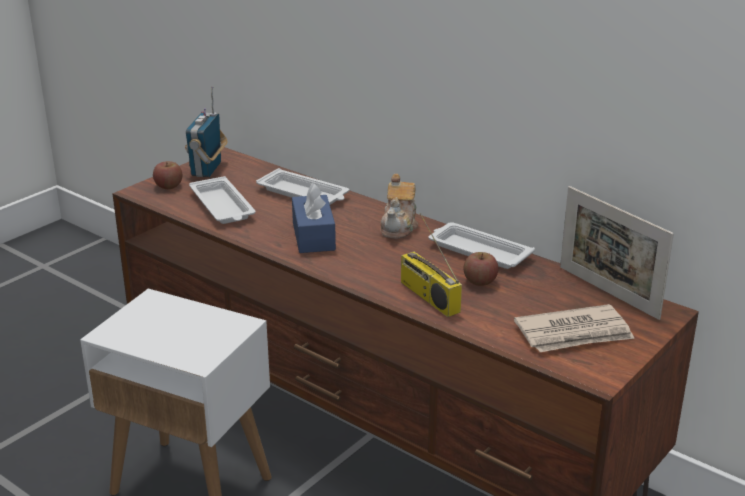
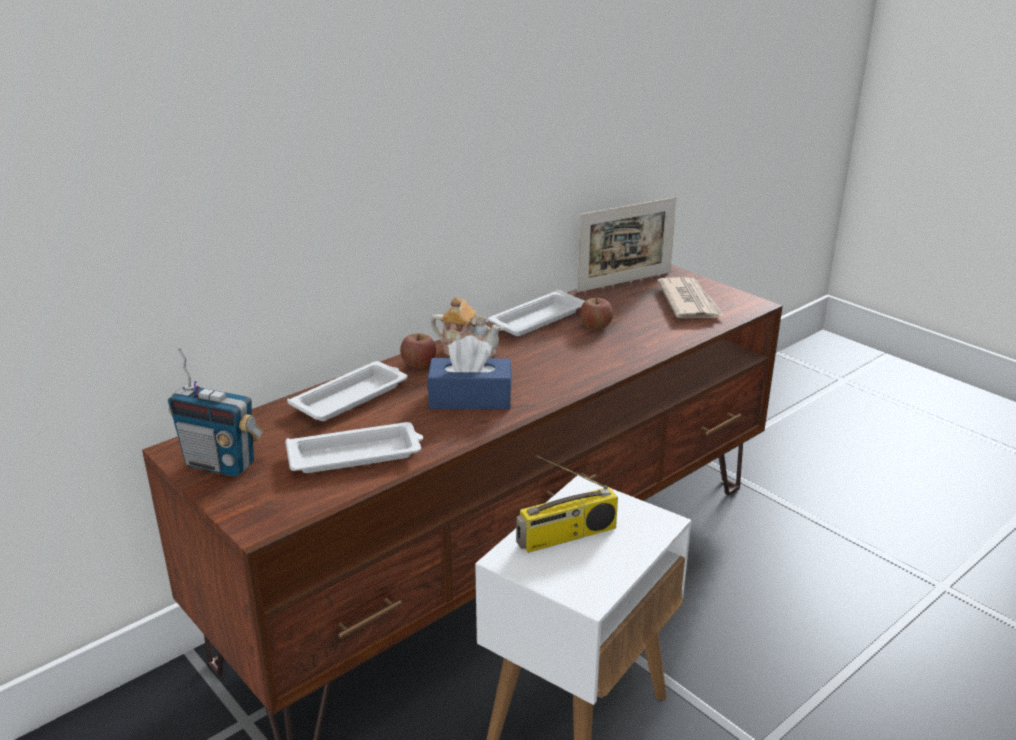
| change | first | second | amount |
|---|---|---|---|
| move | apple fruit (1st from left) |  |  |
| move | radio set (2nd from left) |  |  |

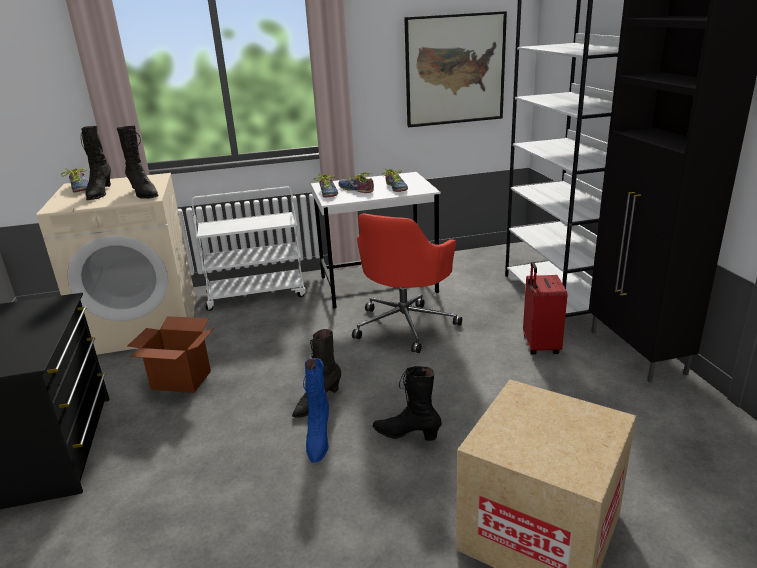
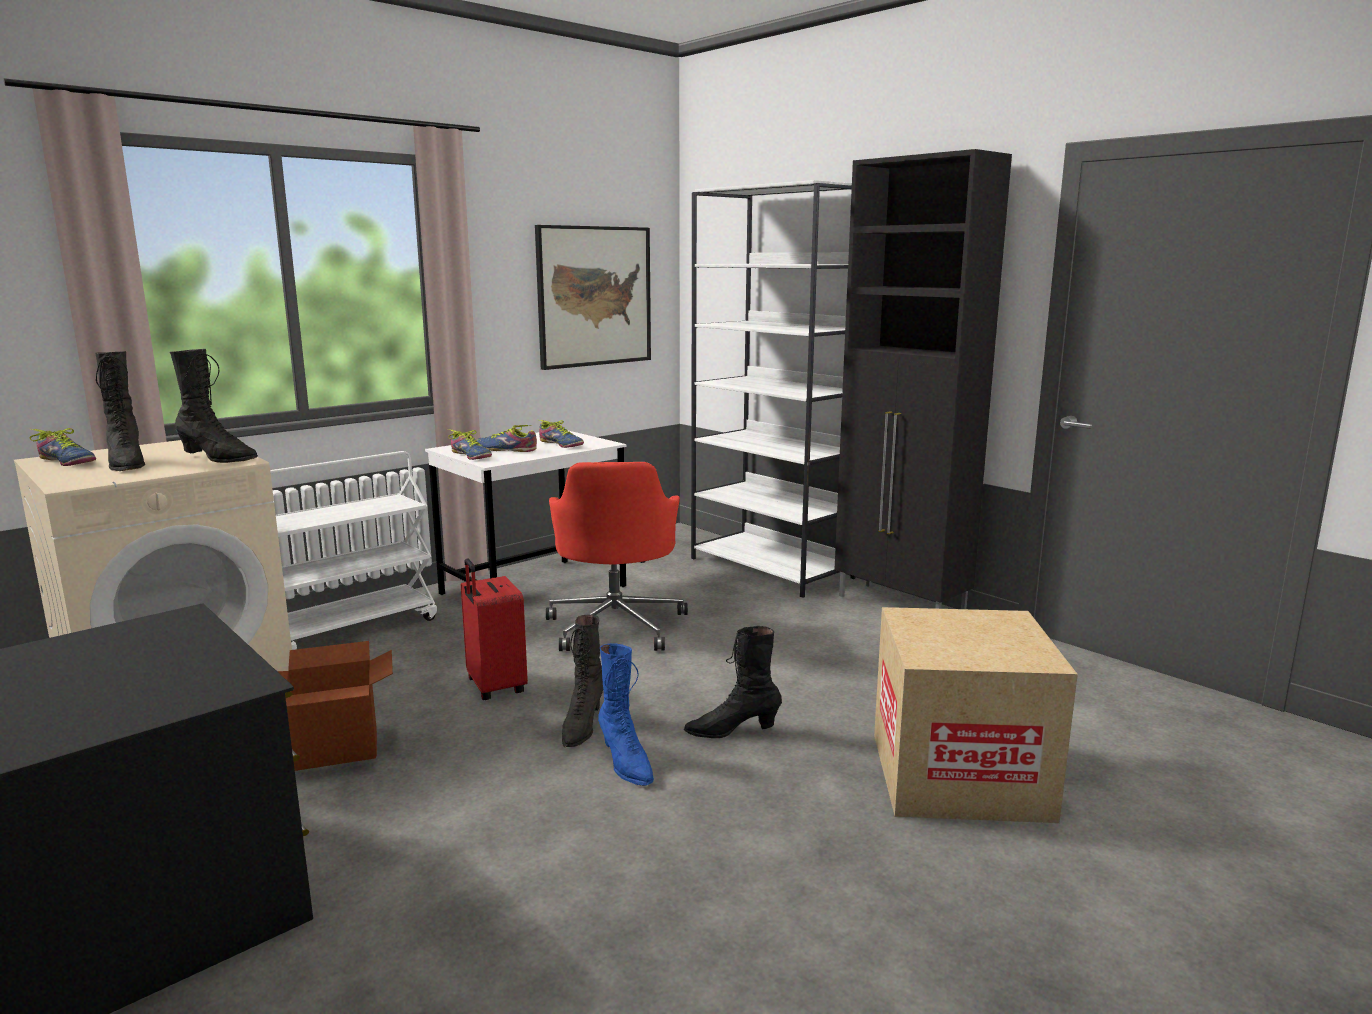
| change | first | second | amount |
|---|---|---|---|
| move | red-coloured travel case |  |  |

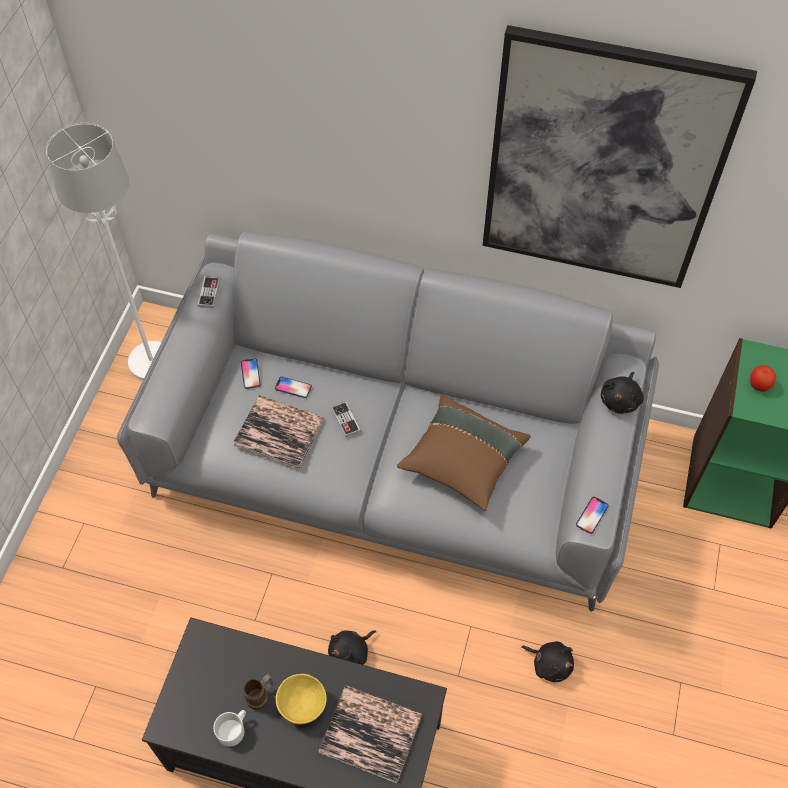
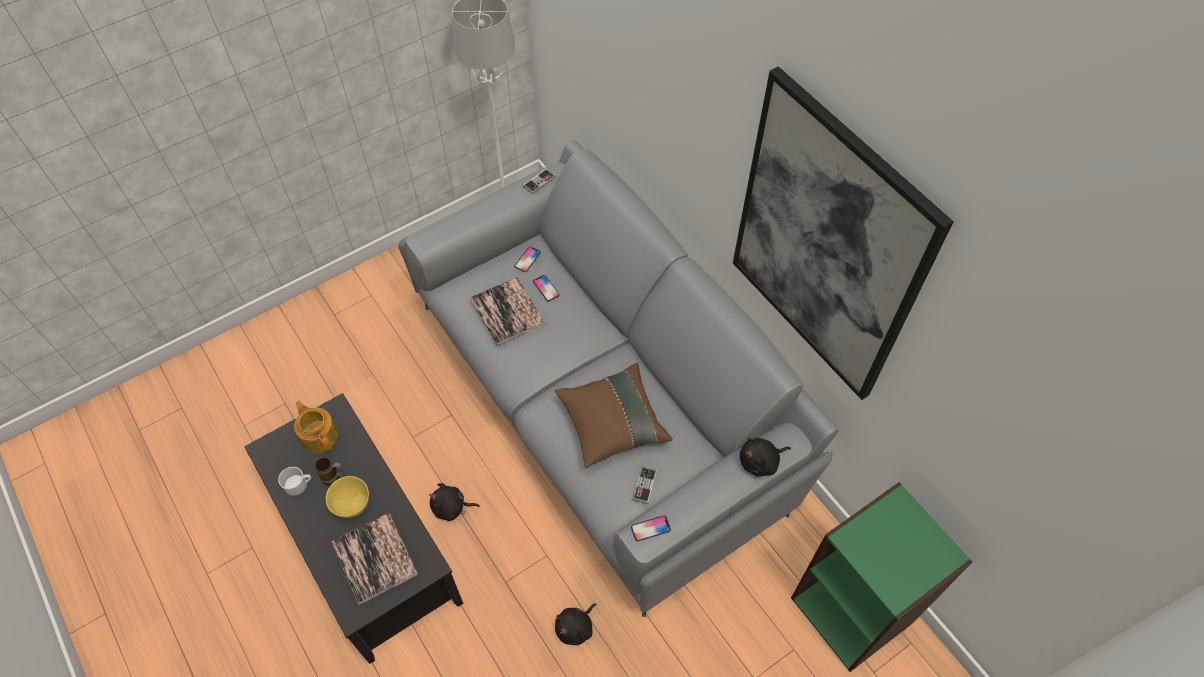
| change | first | second | amount |
|---|---|---|---|
| move | gamepad (2nd from left) |  |  |
| rotate | black-coloured plush toy (2nd from left) |  | 60 degrees clockwise |
| delete | apple fruit |  |  |
| insert |  | teapot |  |

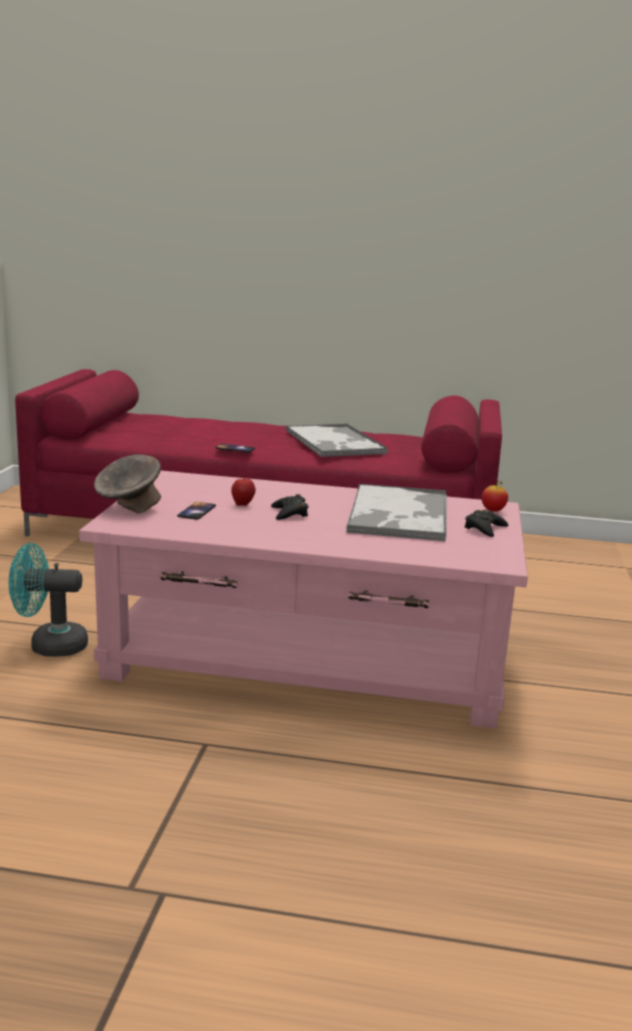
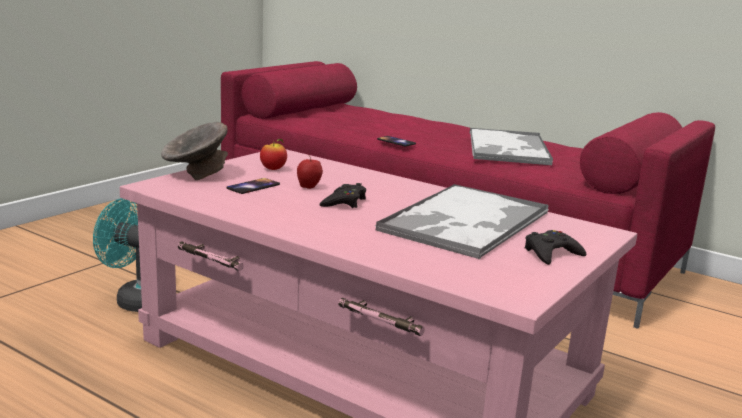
| change | first | second | amount |
|---|---|---|---|
| move | apple fruit (2nd from left in the first image) | apple fruit (1st from left) |  |

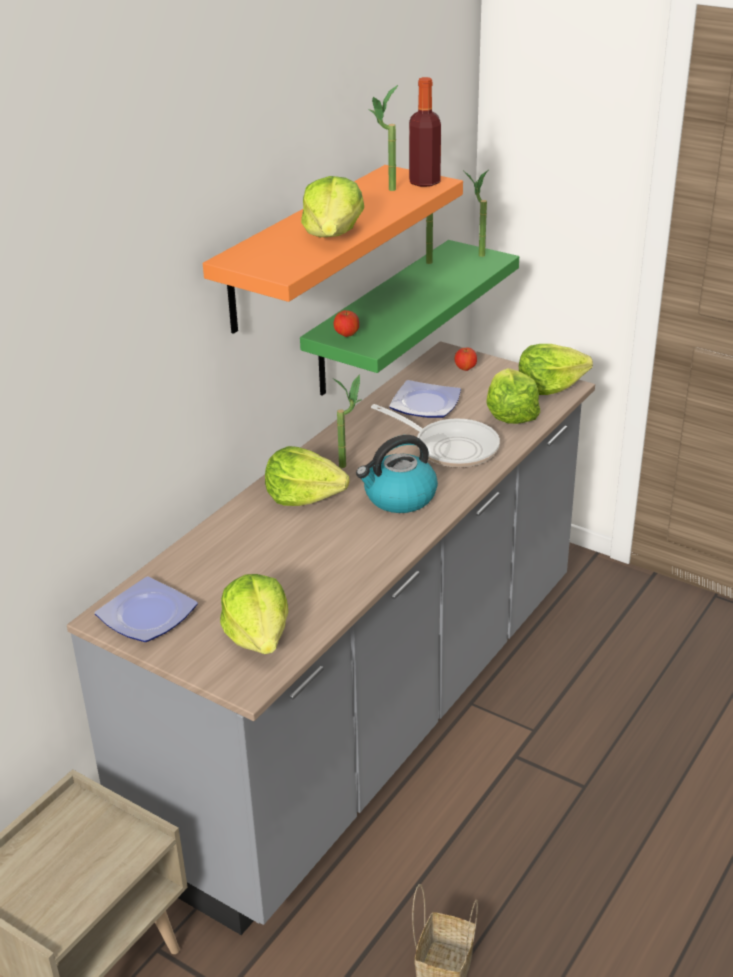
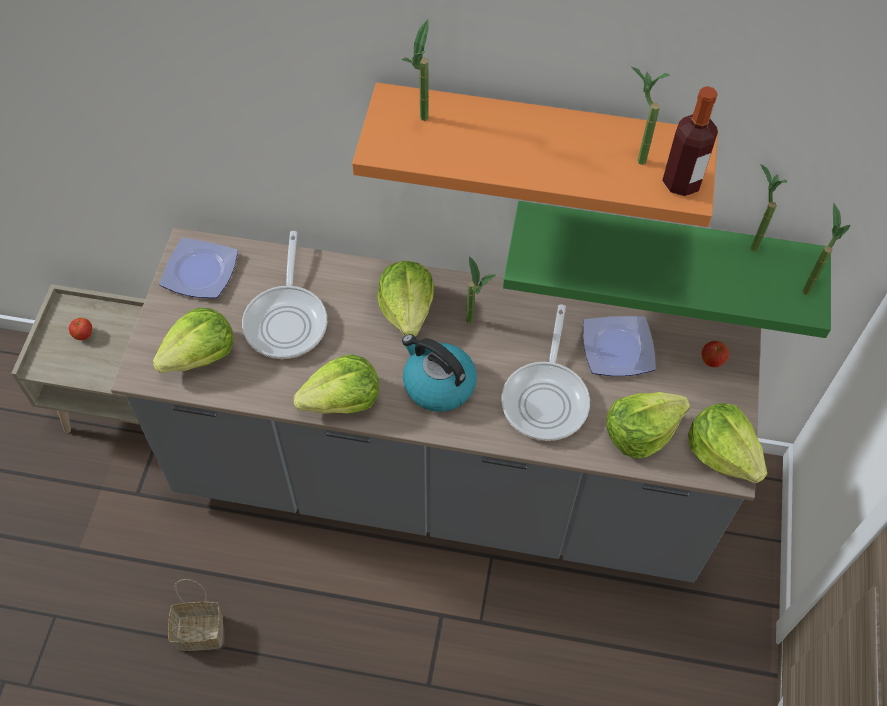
| change | first | second | amount |
|---|---|---|---|
| move | lettuce (3rd from left in the first image) | lettuce (2nd from left) |  |
| move | apple fruit (1st from left) |  |  |
| insert |  | pan (1st from left) |  |
| insert |  | houseplant (1st from left) |  |

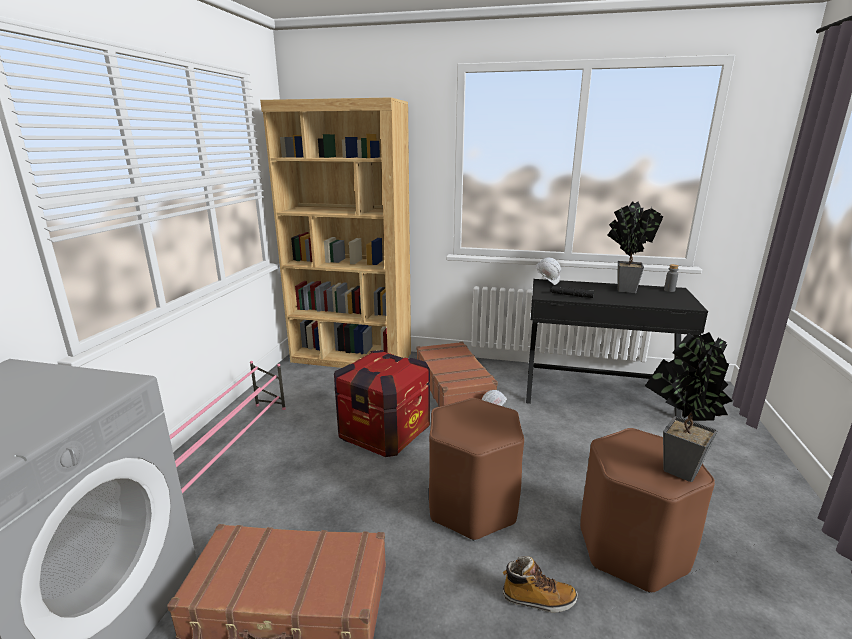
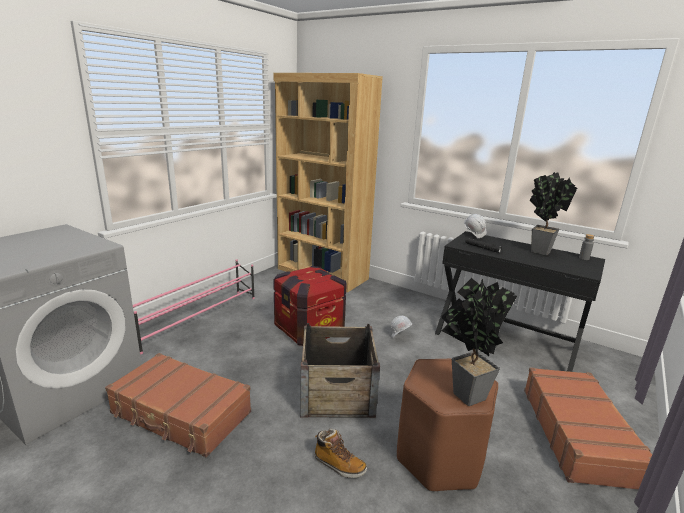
| change | first | second | amount |
|---|---|---|---|
| move | brown-coloured travel case (2nd from left) |  |  |
| replace | brown-coloured stool seat (1st from left) | crate (2nd from left) |  |

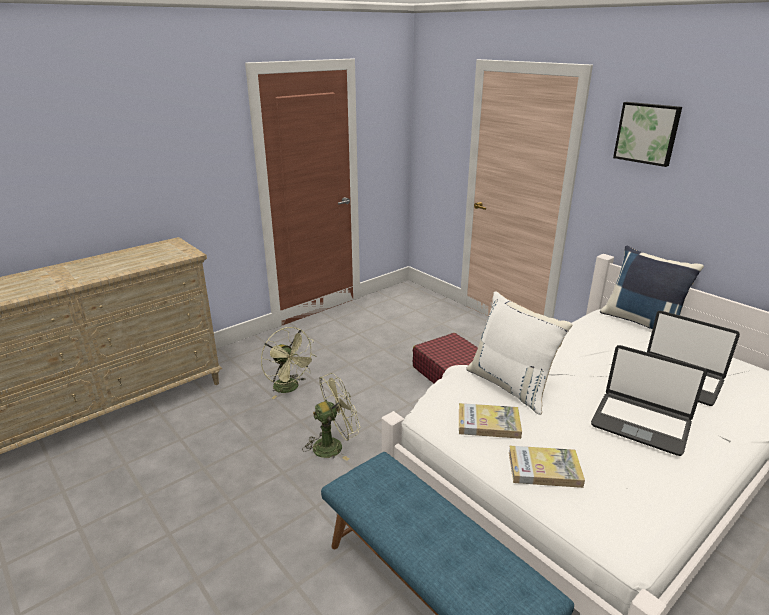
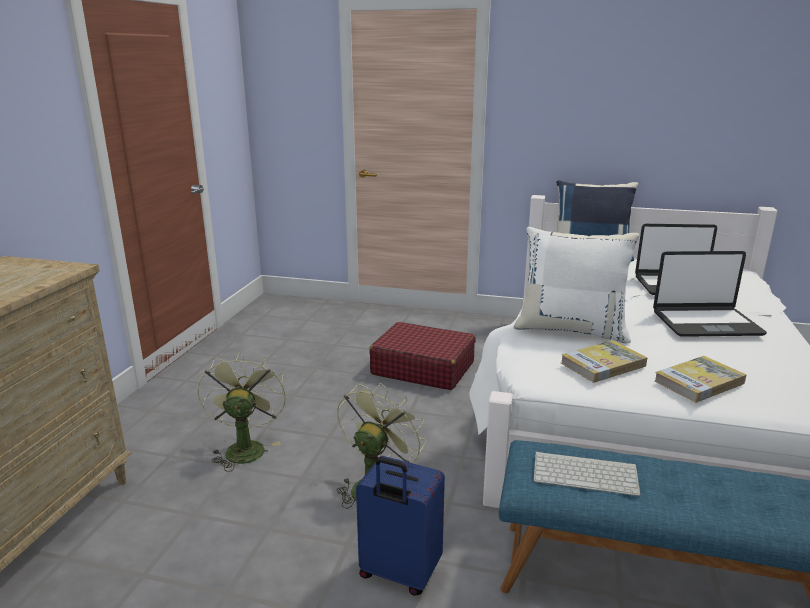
| change | first | second | amount |
|---|---|---|---|
| rotate | greenish fan (1st from left) |  | 105 degrees counterclockwise |
| delete | picture |  |  |
| insert |  | blue-coloured travel case |  |
| insert |  | keyboard |  |

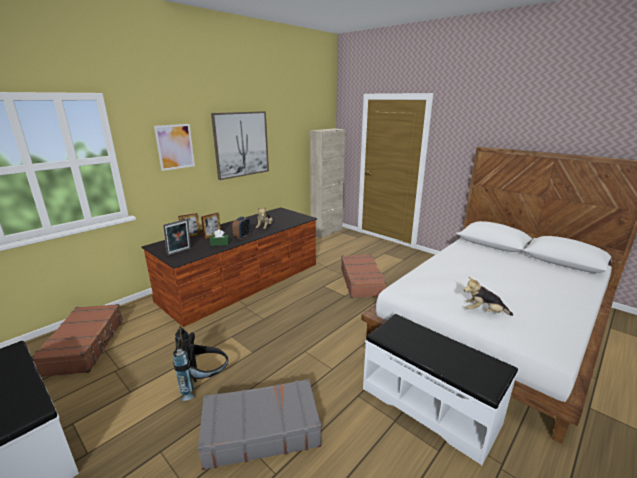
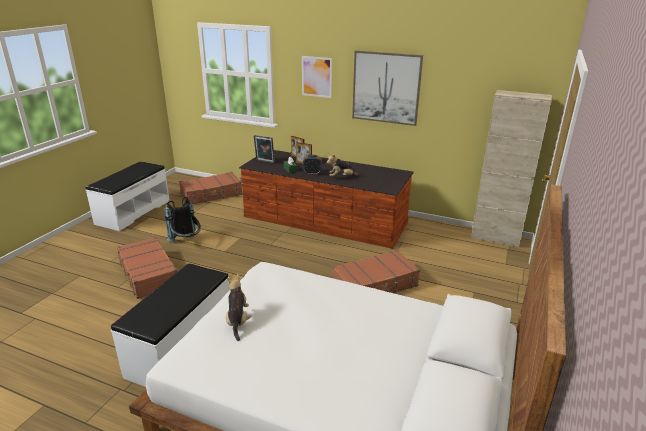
| change | first | second | amount |
|---|---|---|---|
| recolor | grey travel case | brown-coloured travel case (1st from left) |  |

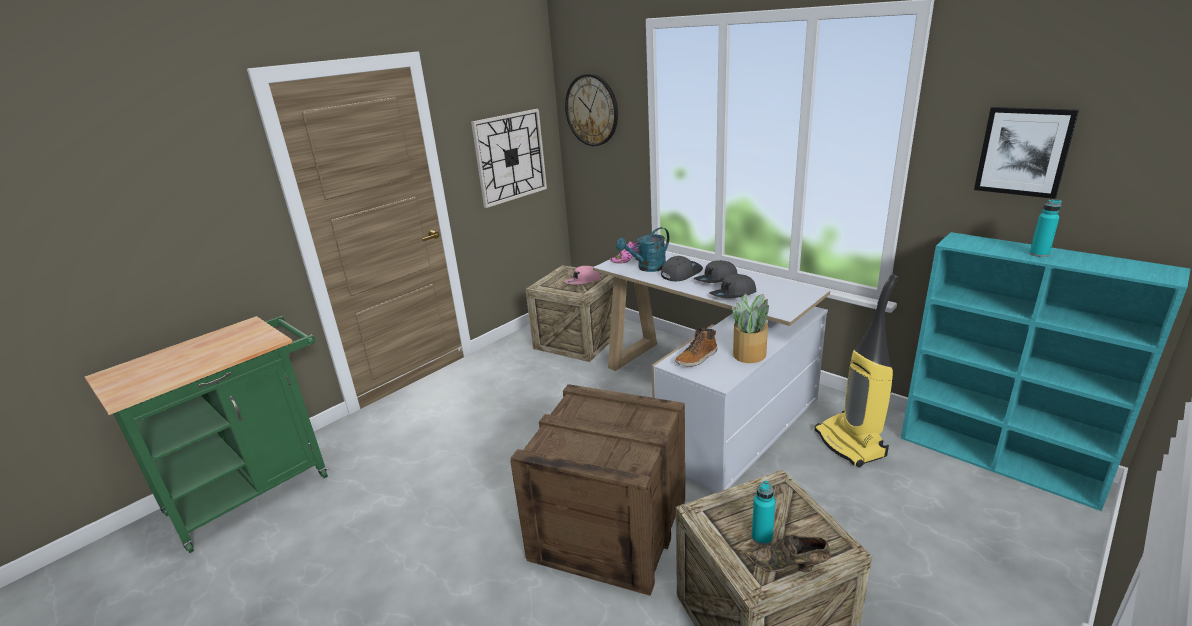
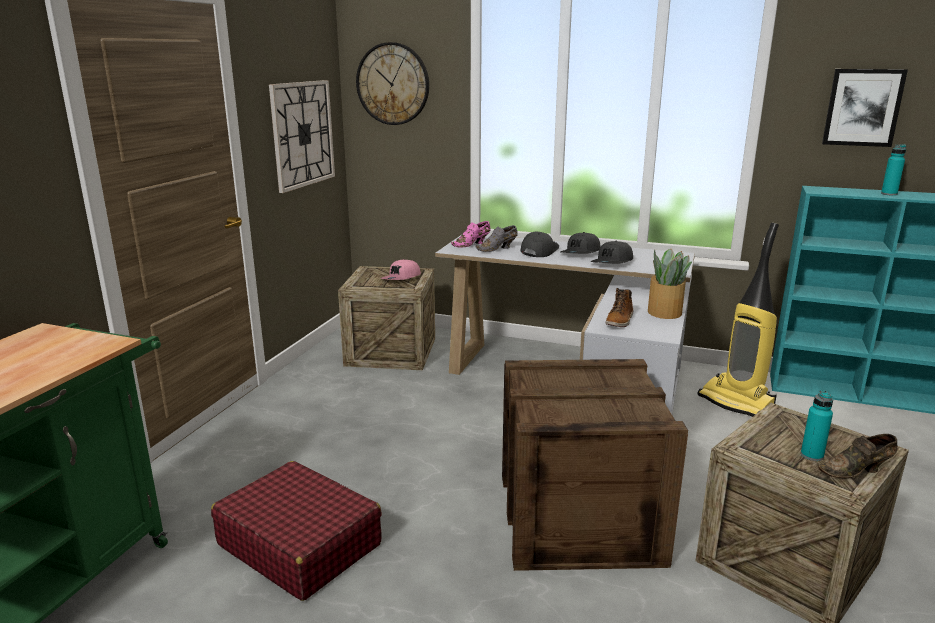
| change | first | second | amount |
|---|---|---|---|
| replace | turquoise-coloured watering pot | grey item of footwear |  |
| insert |  | red-coloured travel case |  |

